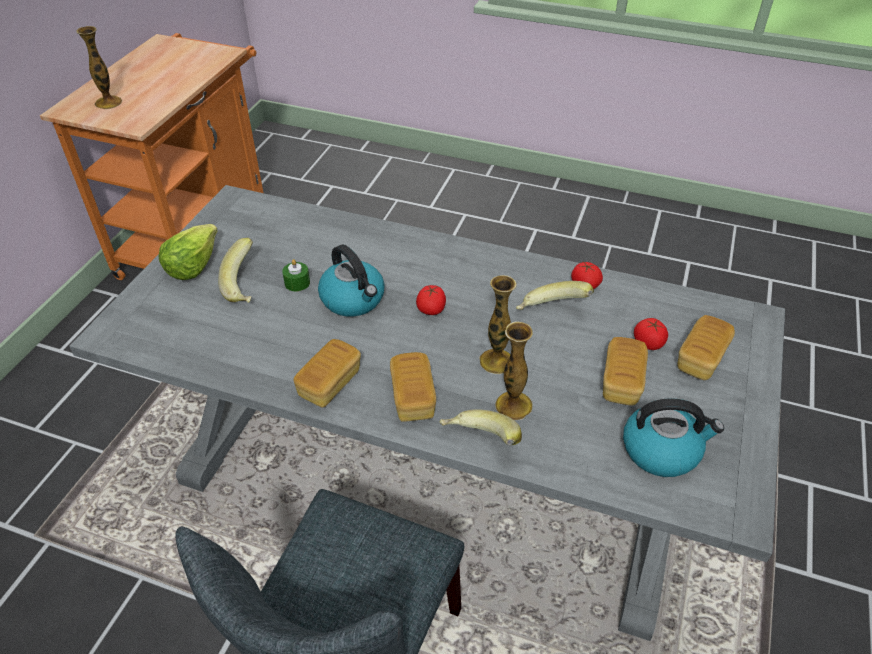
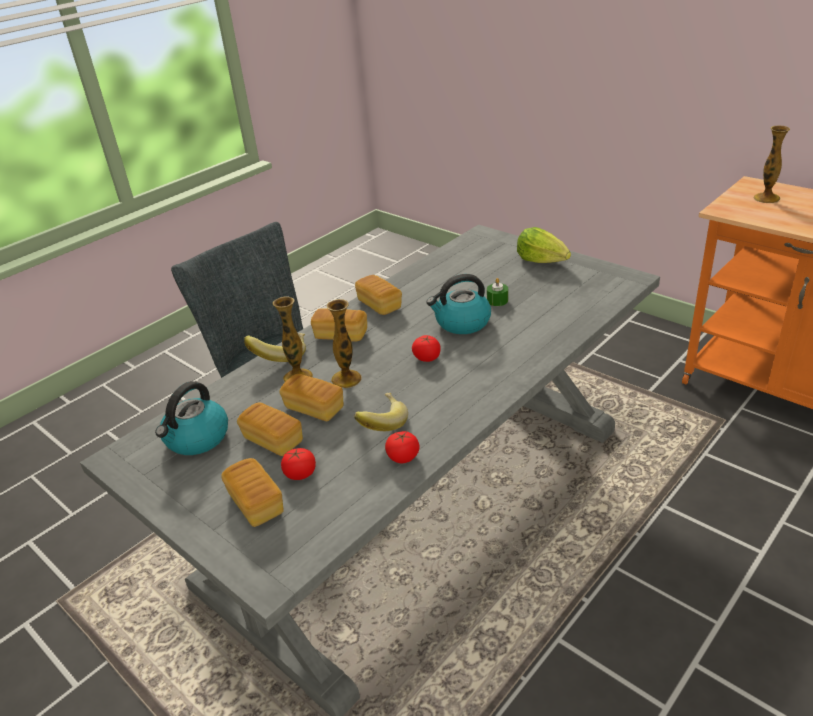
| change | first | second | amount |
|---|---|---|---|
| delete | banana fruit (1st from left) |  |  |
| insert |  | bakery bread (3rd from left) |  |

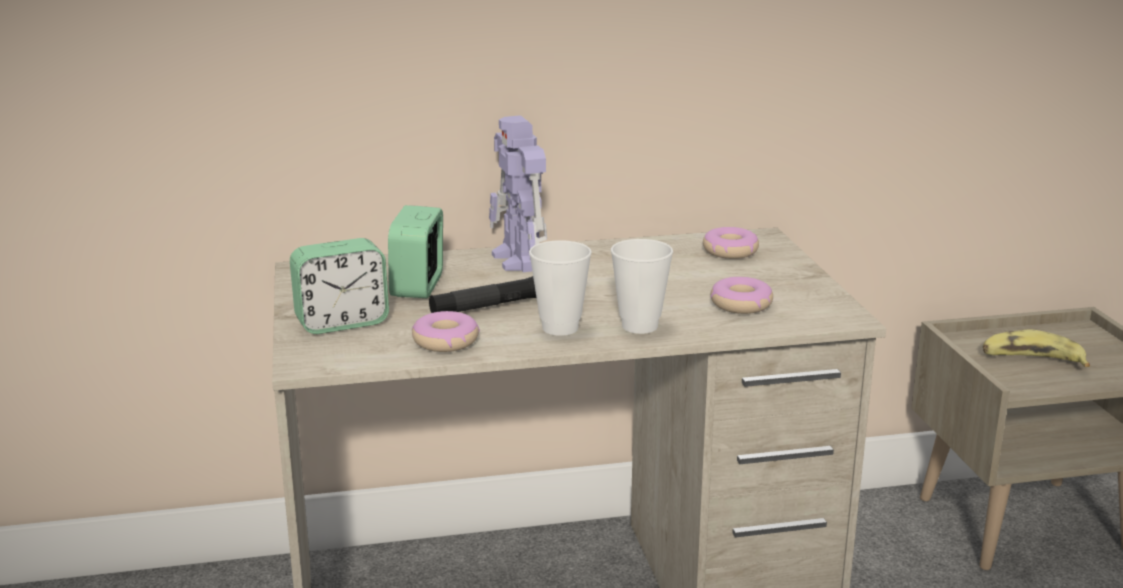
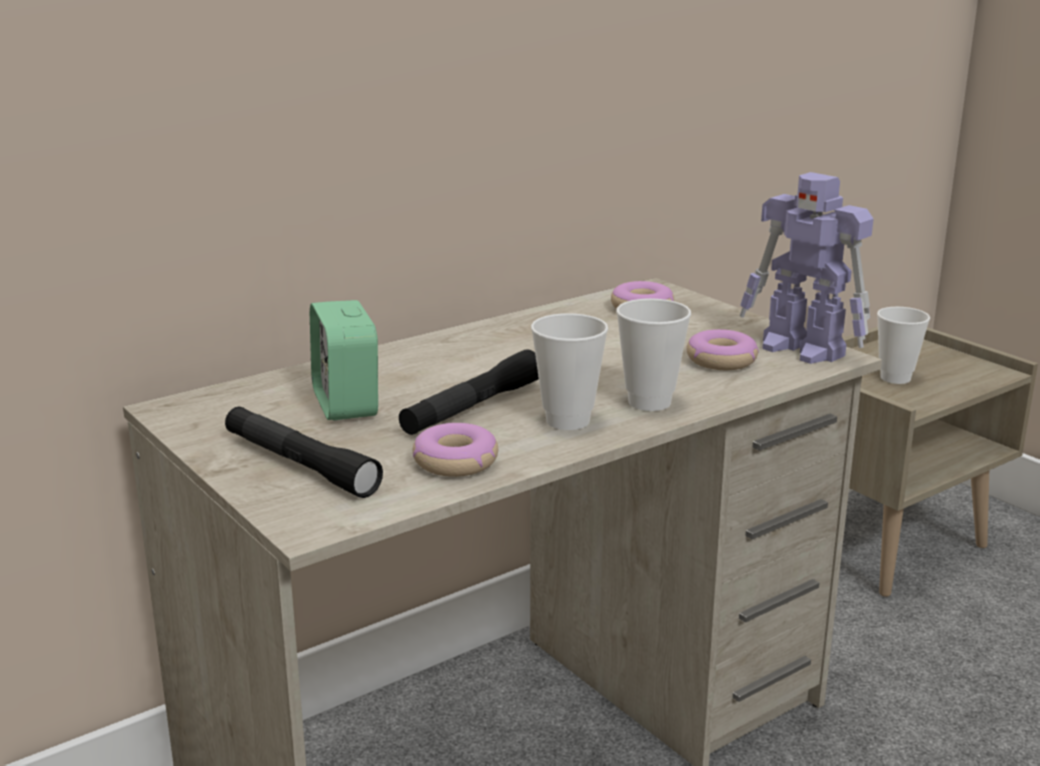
| change | first | second | amount |
|---|---|---|---|
| replace | table clock (1st from left) | black-coloured hand torch (1st from left) |  |
| move | model robot |  |  |
| replace | banana fruit | cup (3rd from left) |  |

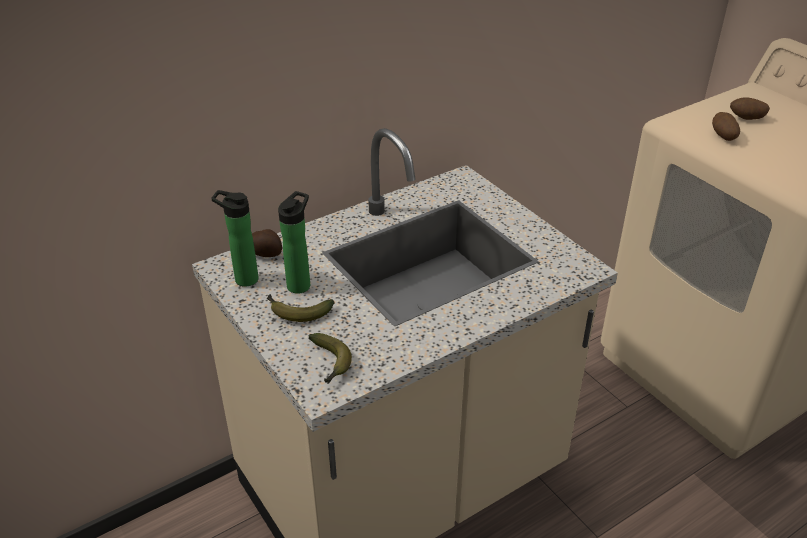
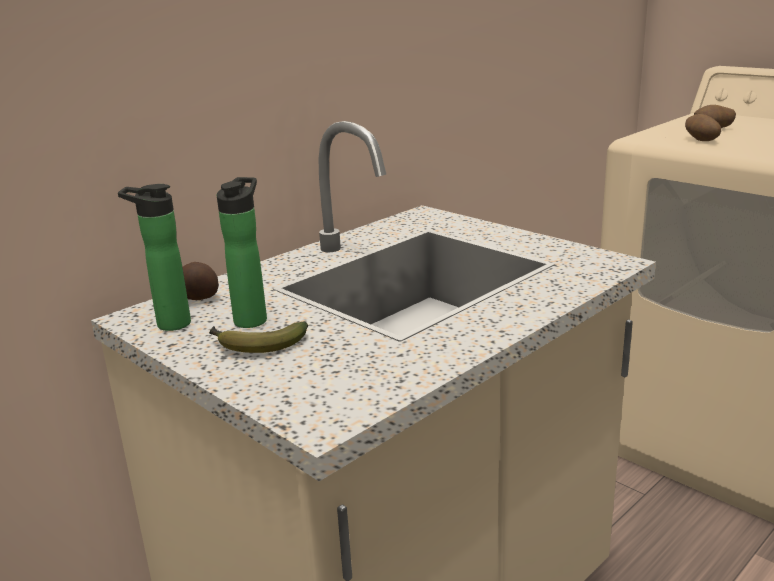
| change | first | second | amount |
|---|---|---|---|
| delete | banana fruit (2nd from left) |  |  |

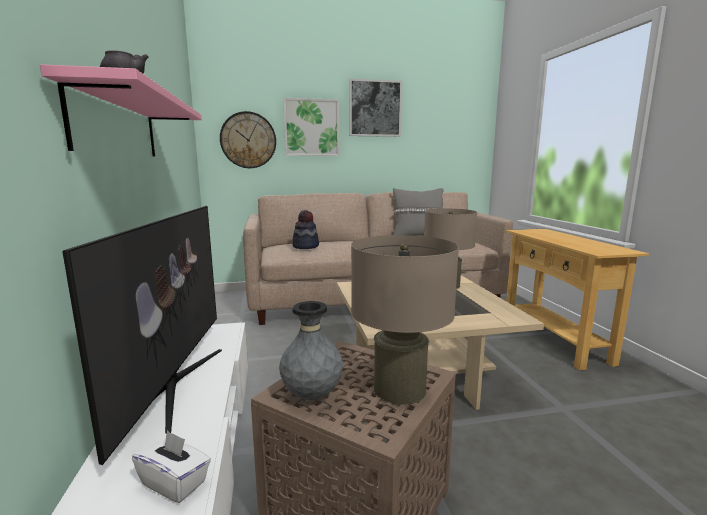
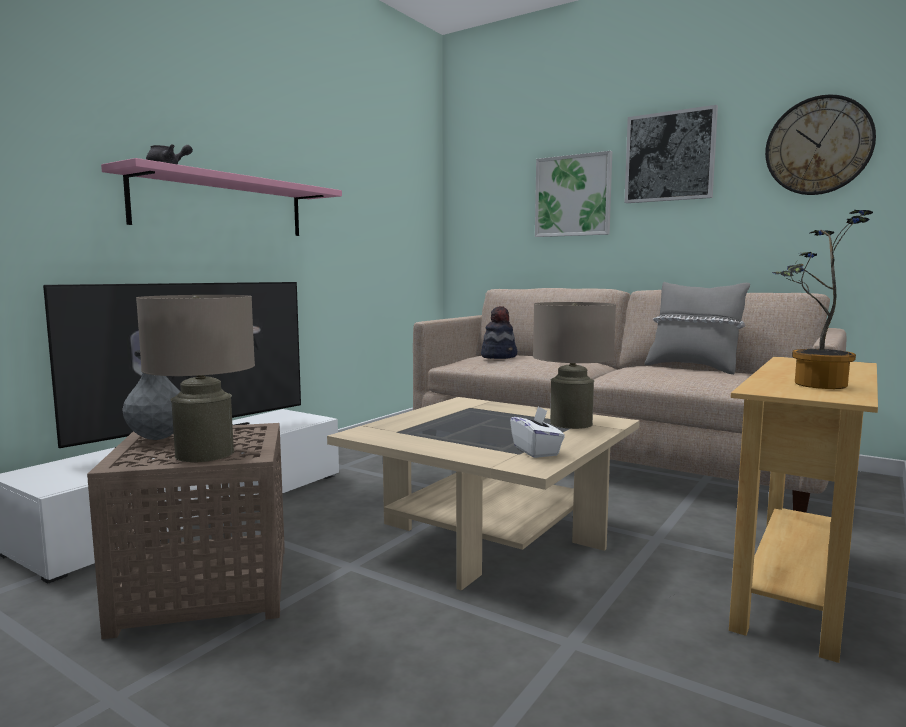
| change | first | second | amount |
|---|---|---|---|
| move | white-coloured tissue holder |  |  |
| move | hanging clock |  |  |
| insert |  | houseplant |  |

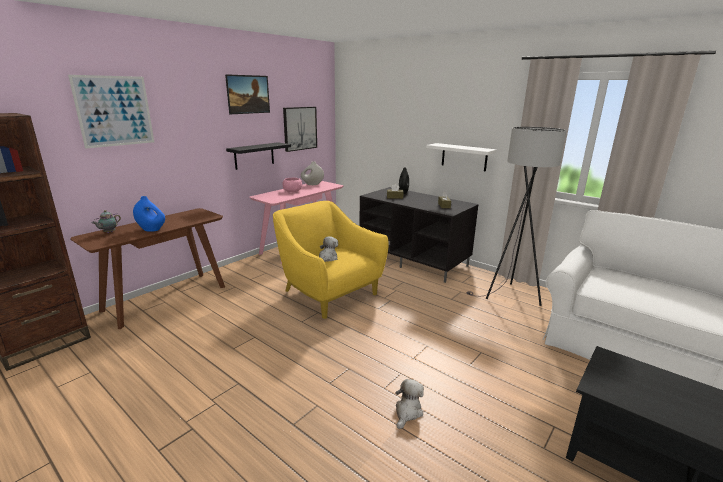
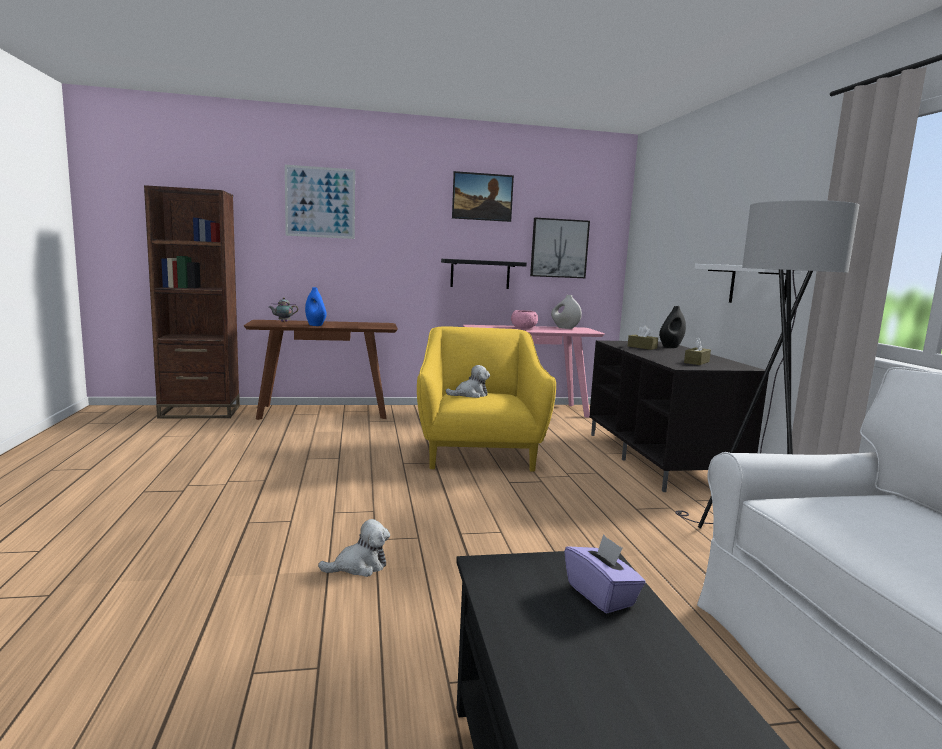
| change | first | second | amount |
|---|---|---|---|
| insert |  | purple tissue holder |  |

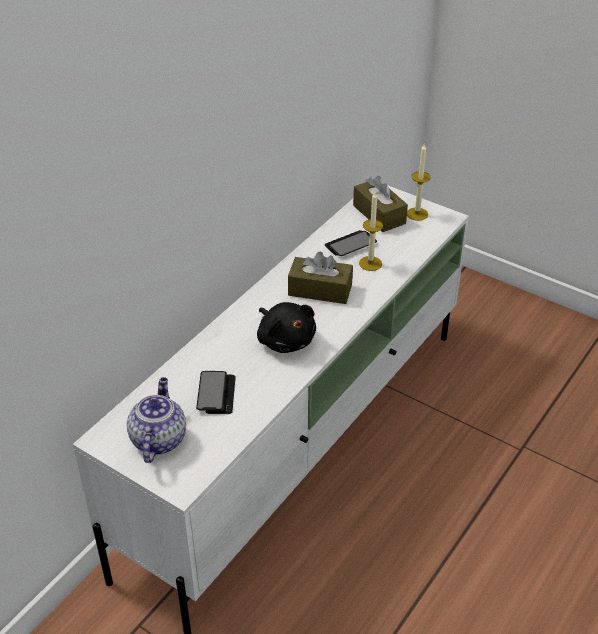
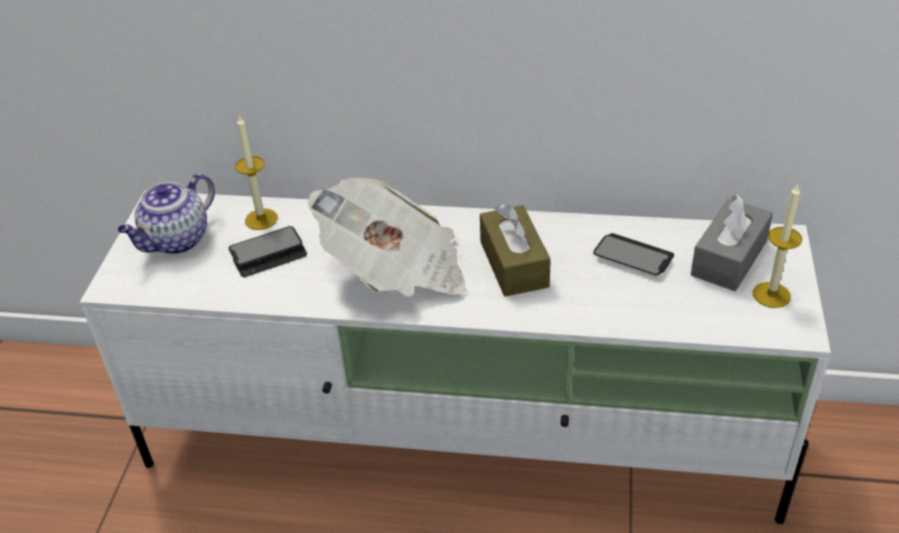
| change | first | second | amount |
|---|---|---|---|
| rotate | teapot |  | 150 degrees clockwise |
| replace | black-coloured plush toy | newspaper |  |
| recolor | brown-coloured tissue holder (2nd from left) | grey tissue holder |  |
| move | candle (1st from left) |  |  |

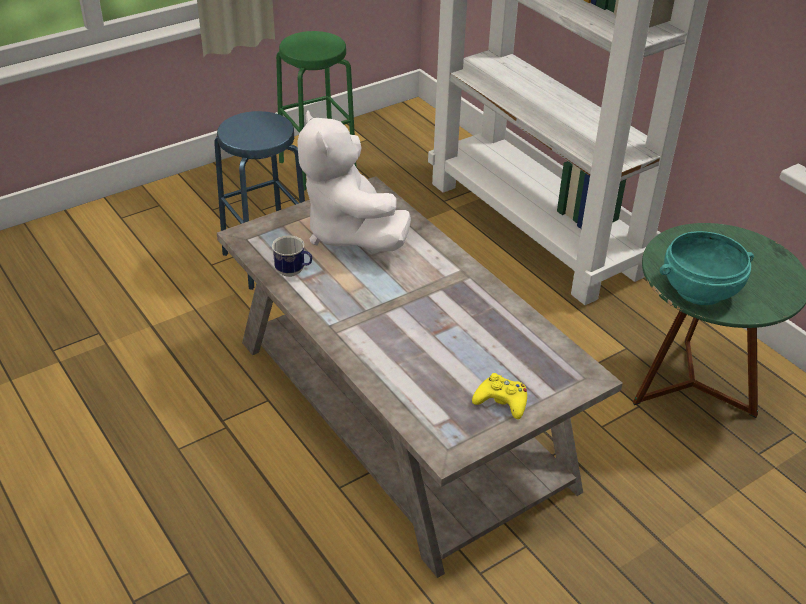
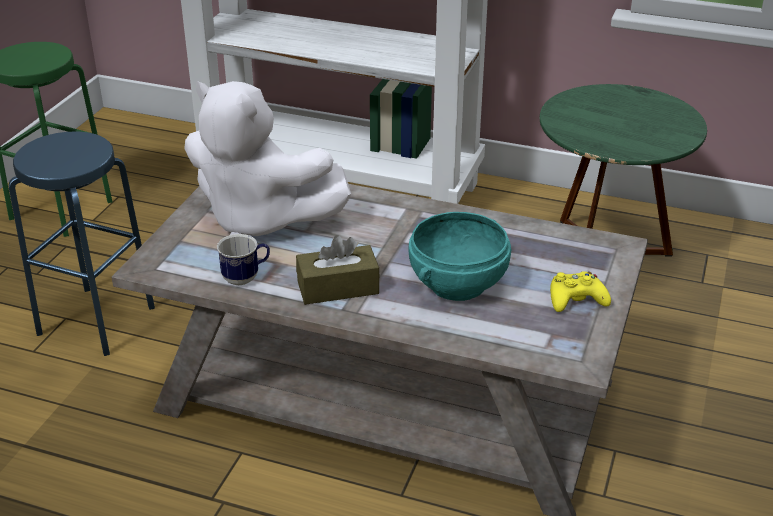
| change | first | second | amount |
|---|---|---|---|
| move | turquoise-coloured bowl |  |  |
| insert |  | brown-coloured tissue holder |  |

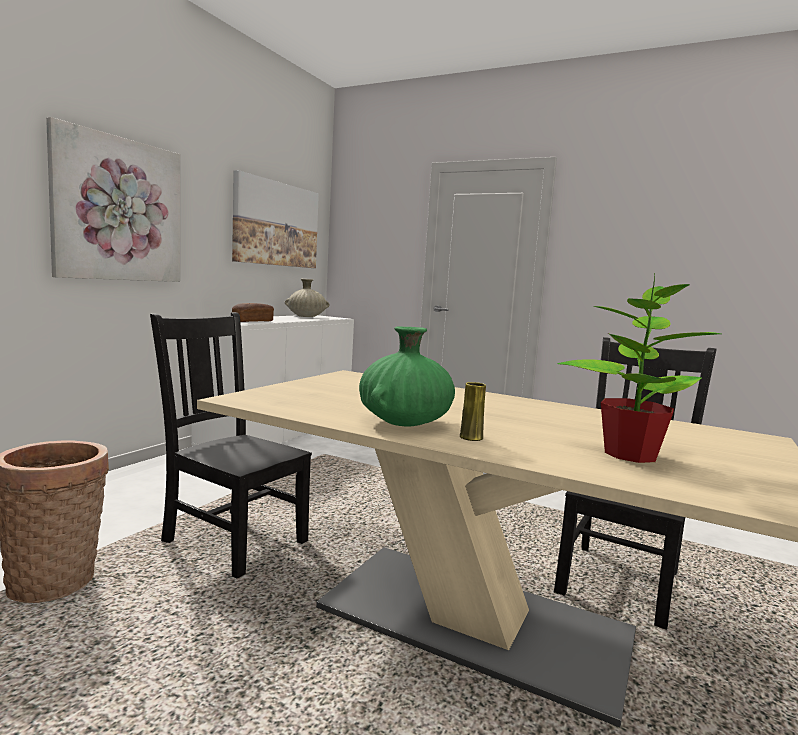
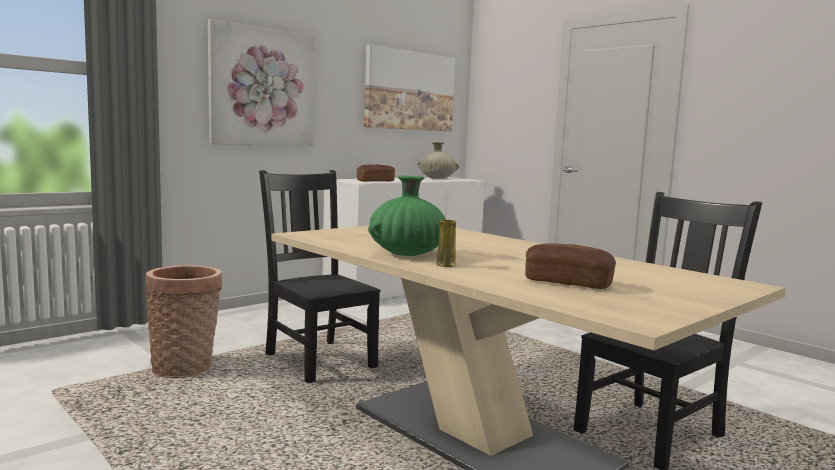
| change | first | second | amount |
|---|---|---|---|
| replace | houseplant | bakery bread (2nd from left) |  |

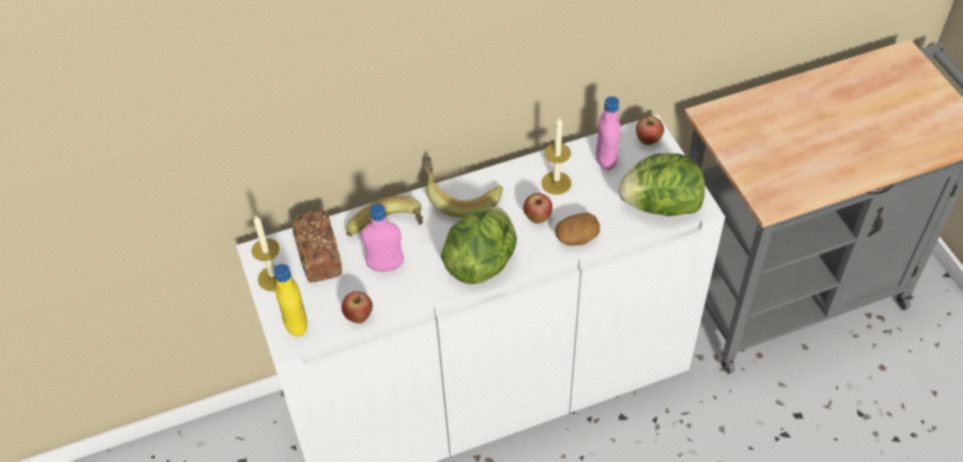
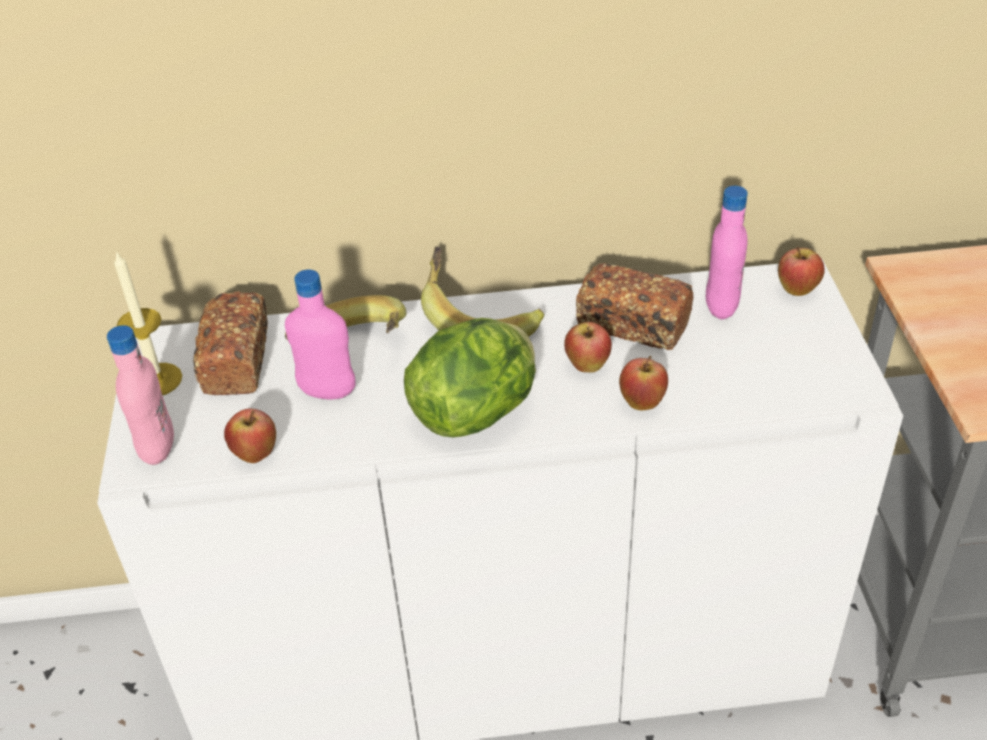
| change | first | second | amount |
|---|---|---|---|
| recolor | yellowish bottle | pink bottle (1st from left) |  |
| replace | candle (2nd from left) | bakery bread (2nd from left) |  |
| replace | potato | apple fruit (3rd from left) |  |
| delete | lettuce (2nd from left) |  |  |

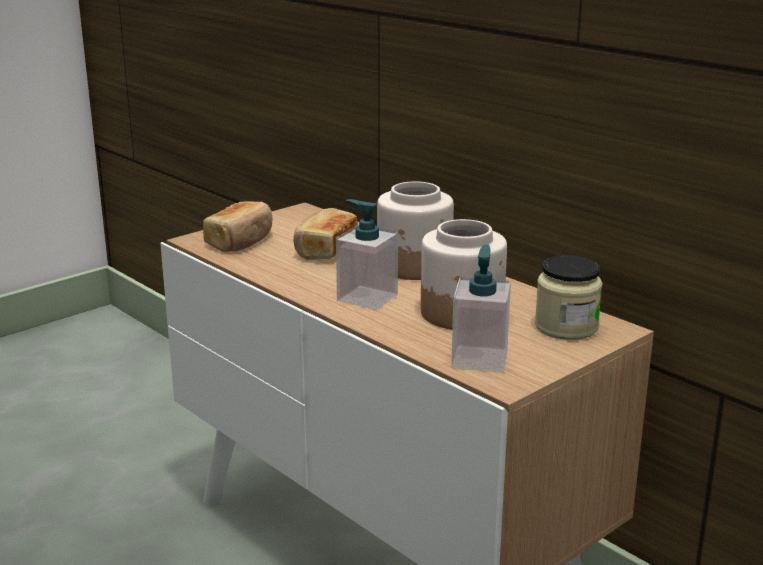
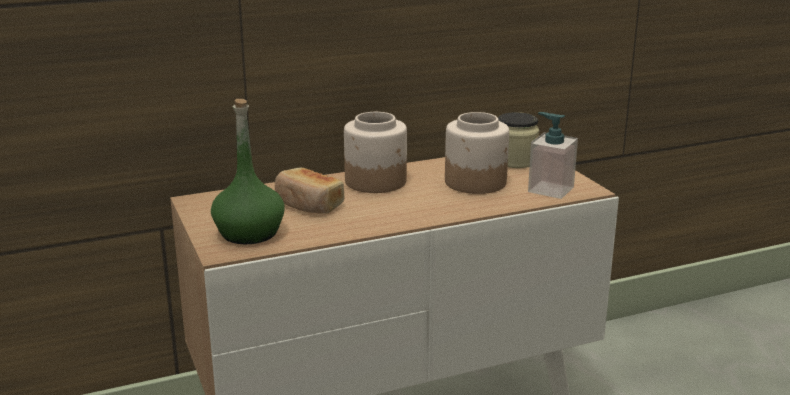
| change | first | second | amount |
|---|---|---|---|
| replace | bakery bread (1st from left) | greenish bottle |  |
| delete | soap dispenser (1st from left) |  |  |

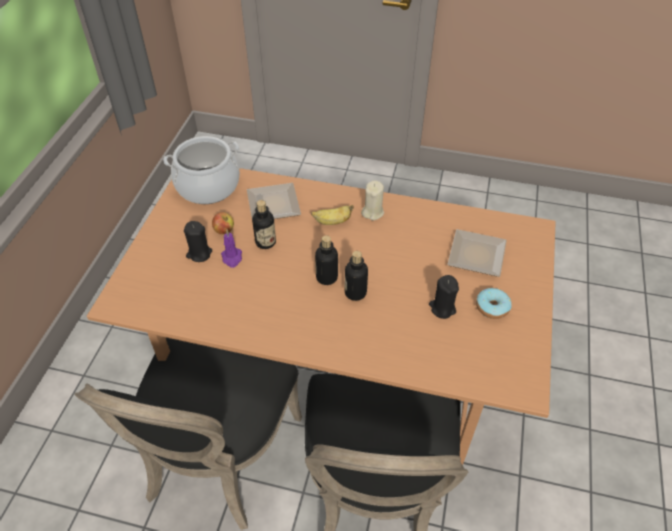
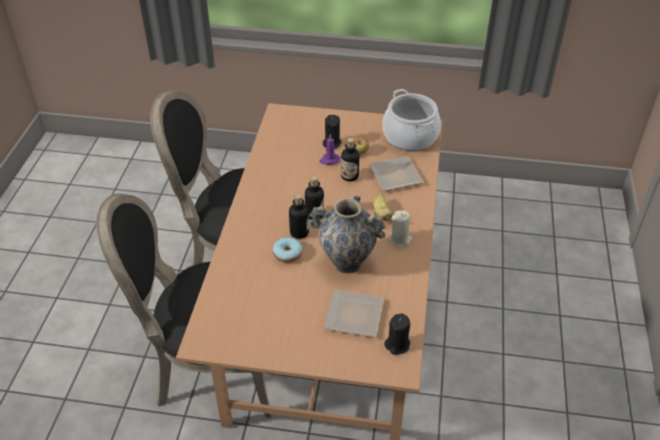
| change | first | second | amount |
|---|---|---|---|
| move | black-coloured candle (2nd from left) |  |  |
| move | donut |  |  |
| insert |  | vase |  |

